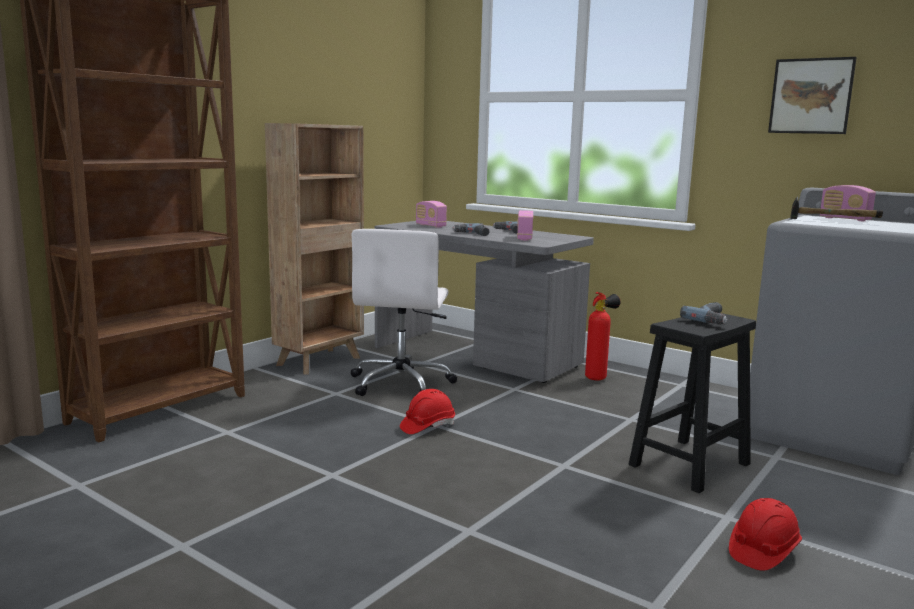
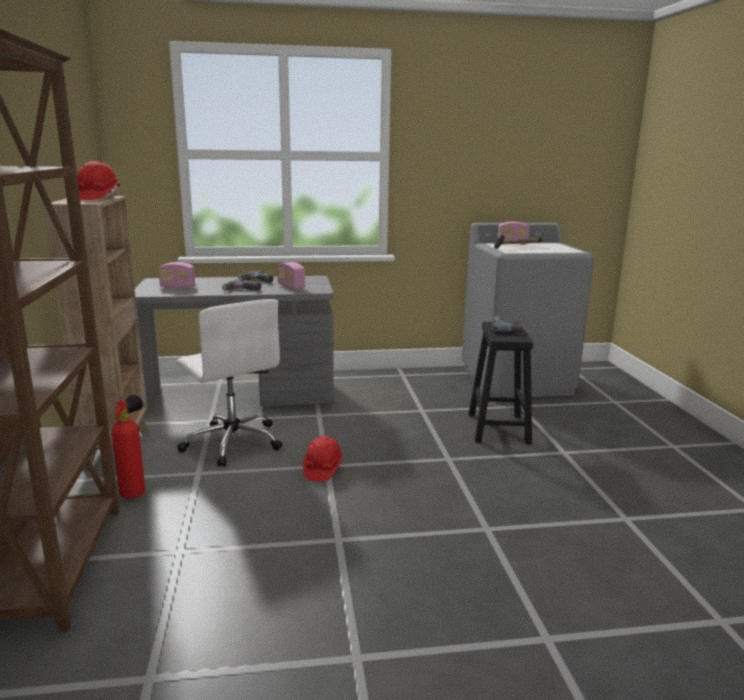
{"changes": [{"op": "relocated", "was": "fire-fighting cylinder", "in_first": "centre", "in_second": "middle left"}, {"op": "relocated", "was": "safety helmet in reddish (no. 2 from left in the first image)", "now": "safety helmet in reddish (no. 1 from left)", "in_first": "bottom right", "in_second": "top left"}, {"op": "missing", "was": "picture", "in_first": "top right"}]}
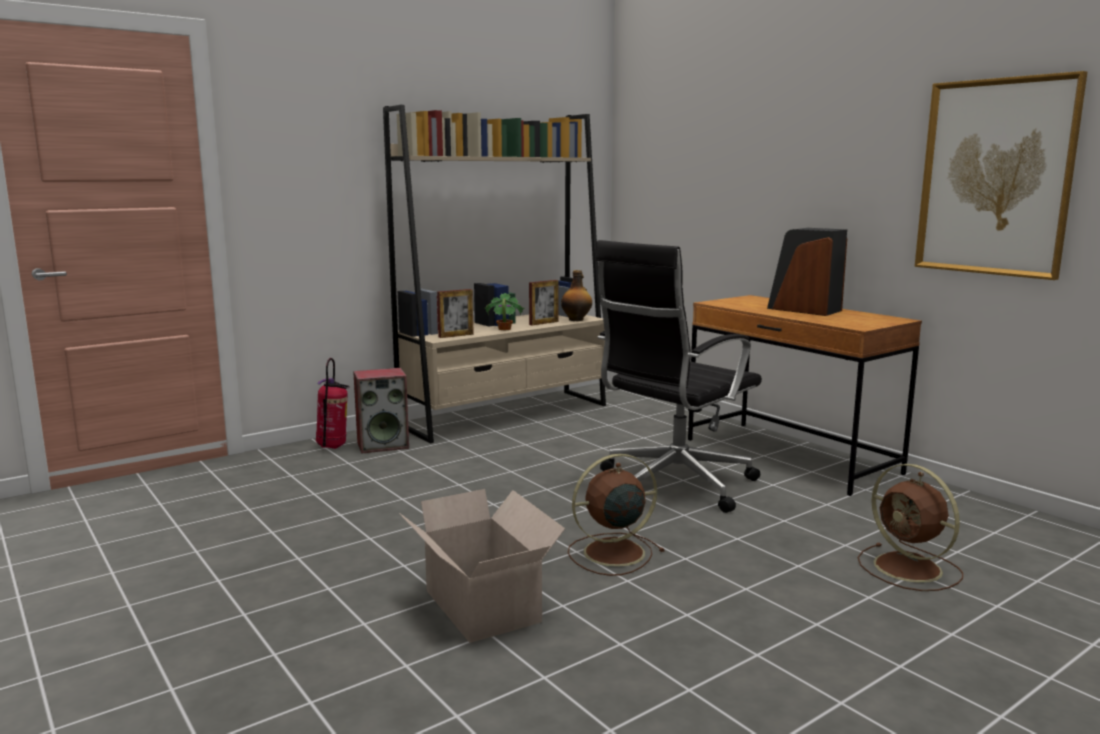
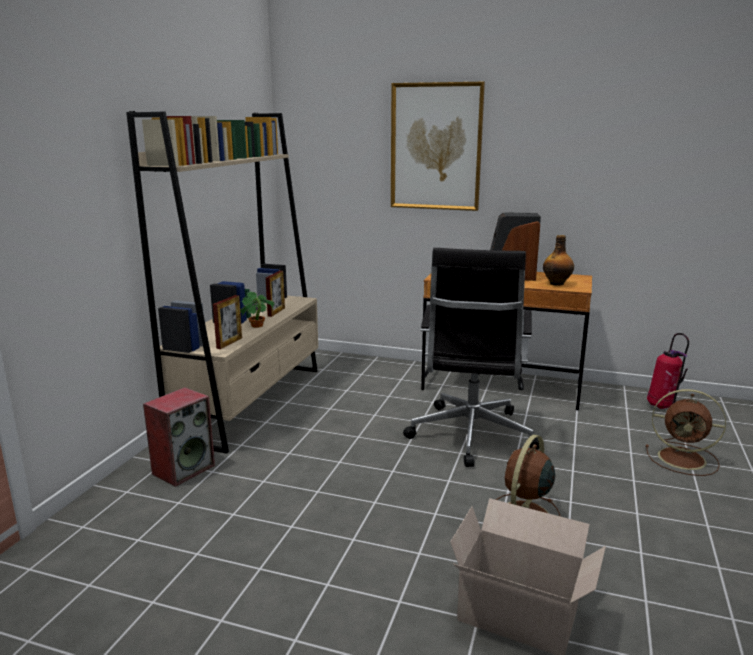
{"changes": [{"op": "relocated", "was": "fire-fighting cylinder", "in_first": "middle left", "in_second": "middle right"}, {"op": "relocated", "was": "bottle", "in_first": "centre", "in_second": "middle right"}, {"op": "relocated", "was": "picture", "in_first": "top right", "in_second": "top centre"}]}
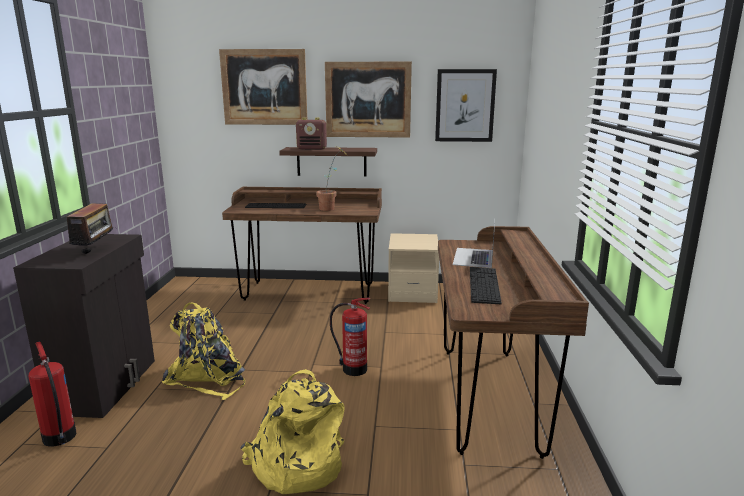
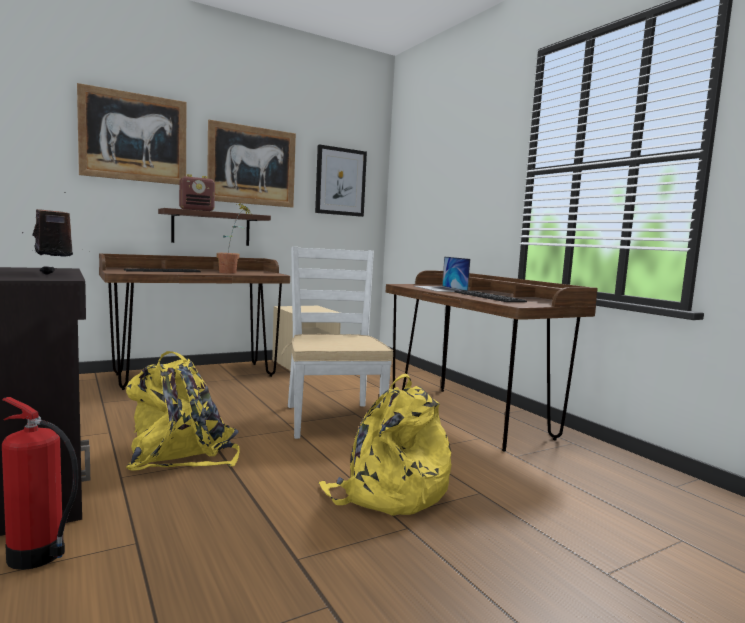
{"changes": [{"op": "exchanged", "was": "fire-fighting cylinder (no. 2 from left)", "now": "chair in white", "in_first": "bottom centre", "in_second": "centre"}]}
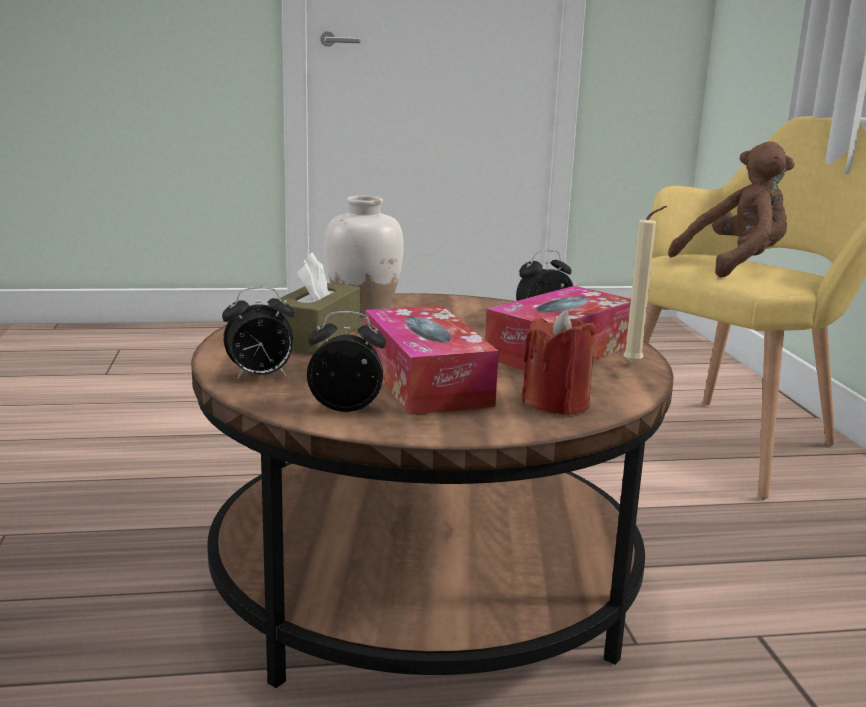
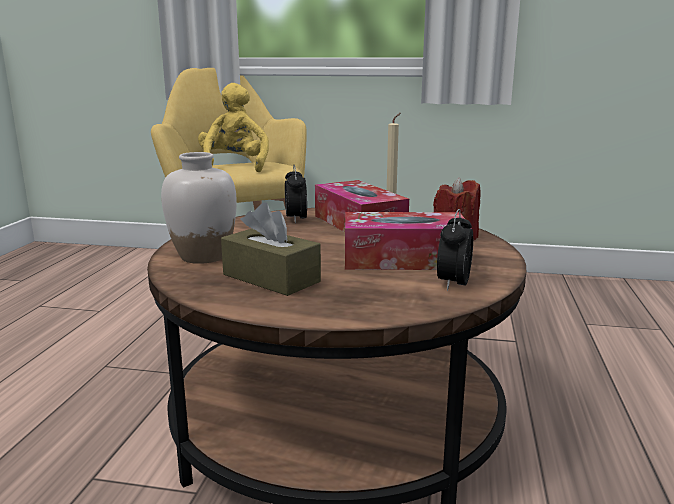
{"changes": [{"op": "missing", "was": "alarm clock (no. 1 from left)", "in_first": "middle left"}, {"op": "colour", "was": "cuddly toy in brownish", "now": "cuddly toy in yellowish", "in_first": "top right", "in_second": "top centre"}]}
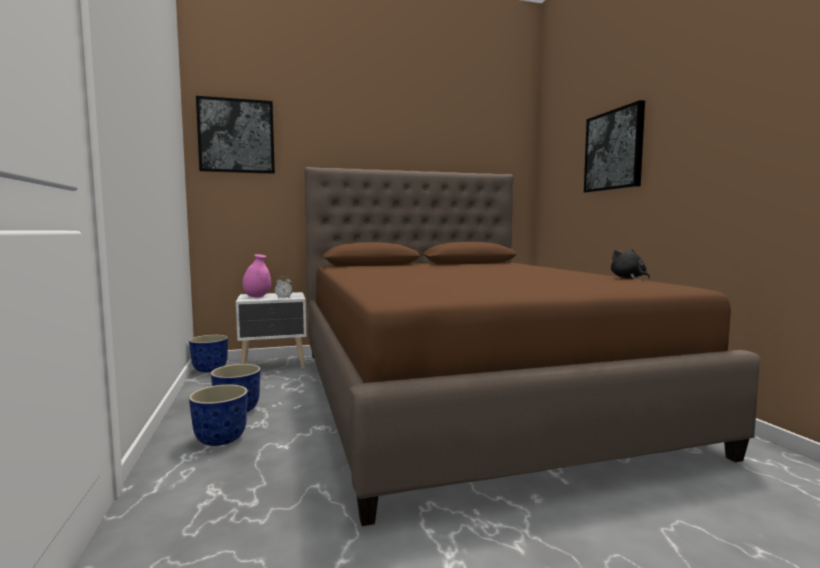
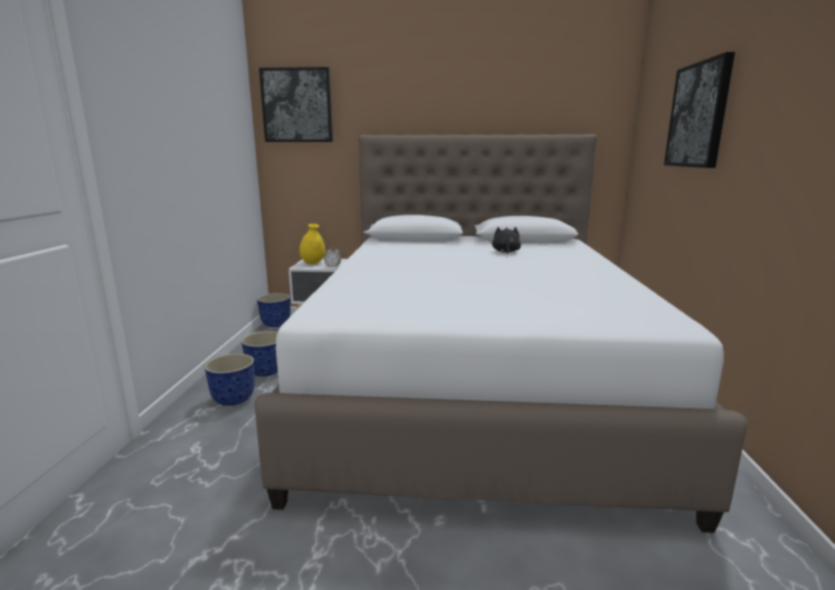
{"changes": [{"op": "colour", "was": "flower vase in pink", "now": "flower vase in yellowish", "in_first": "middle left", "in_second": "centre"}, {"op": "colour", "was": "sleeping bed in brownish", "now": "sleeping bed in white", "in_first": "centre", "in_second": "centre"}, {"op": "relocated", "was": "cuddly toy in blackish", "in_first": "middle right", "in_second": "centre"}]}
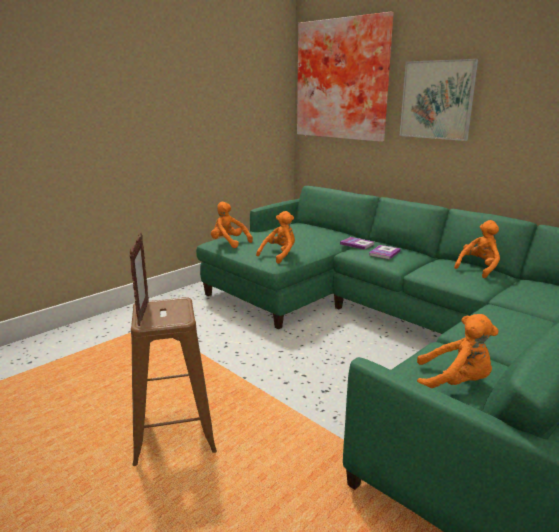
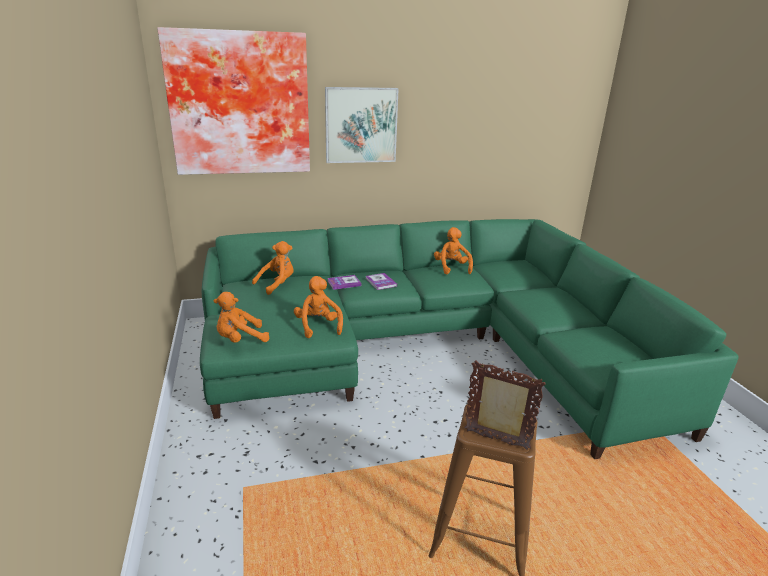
{"changes": [{"op": "relocated", "was": "cuddly toy in orange (no. 3 from left in the first image)", "now": "cuddly toy in orange (no. 2 from left)", "in_first": "middle right", "in_second": "centre"}]}
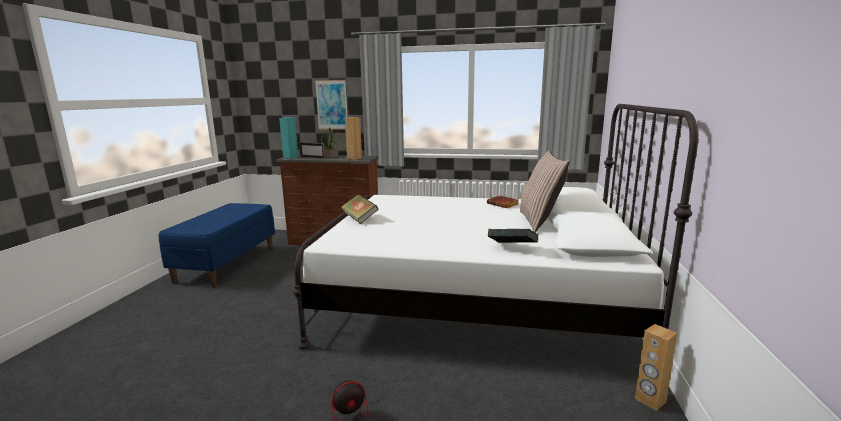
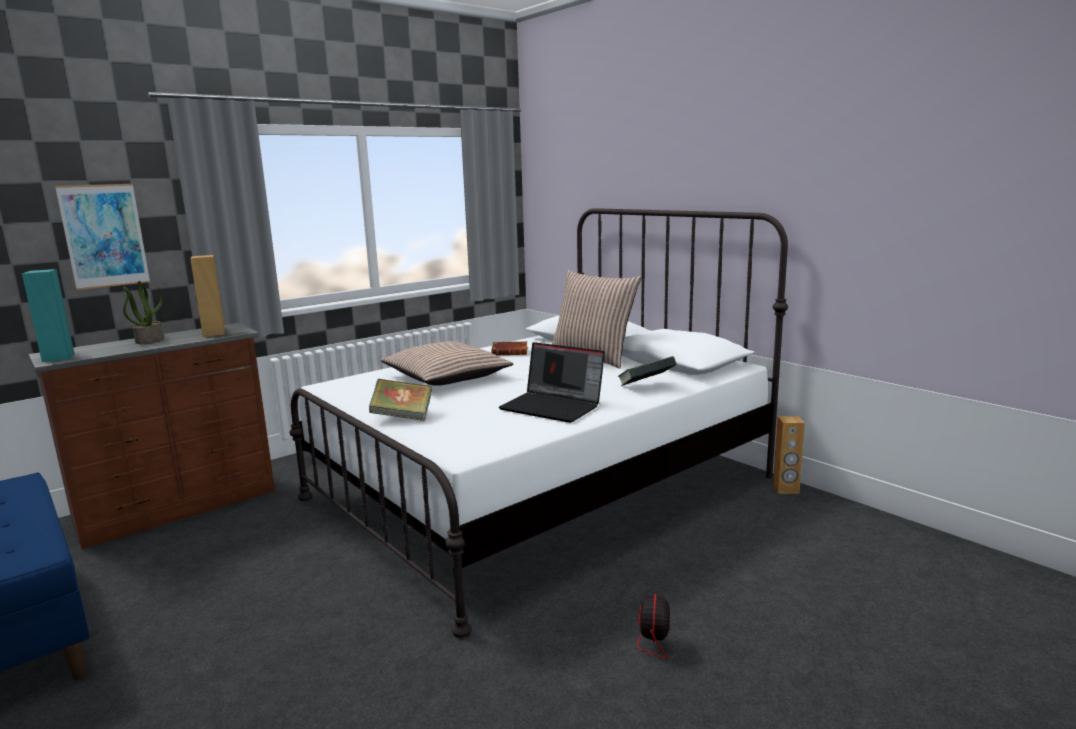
{"changes": [{"op": "missing", "was": "photo frame", "in_first": "centre"}, {"op": "appeared", "now": "pillow (no. 1 from left)", "in_second": "centre"}, {"op": "appeared", "now": "laptop", "in_second": "centre"}]}
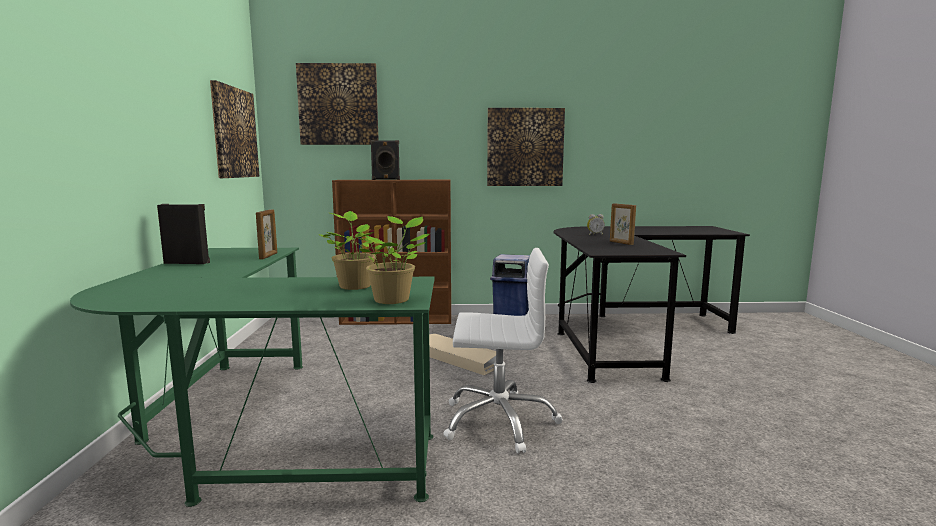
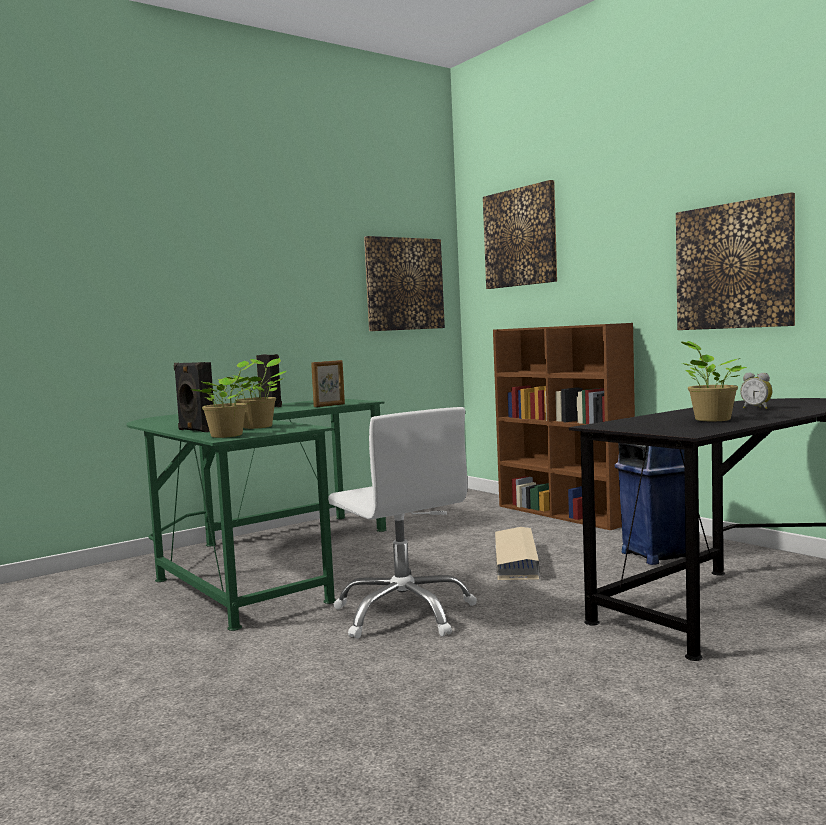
{"changes": [{"op": "relocated", "was": "audio speaker in blackish (no. 2 from left in the first image)", "now": "audio speaker in blackish (no. 1 from left)", "in_first": "top centre", "in_second": "middle left"}, {"op": "exchanged", "was": "photo frame (no. 2 from left)", "now": "potted plant (no. 3 from left)", "in_first": "centre", "in_second": "middle right"}]}
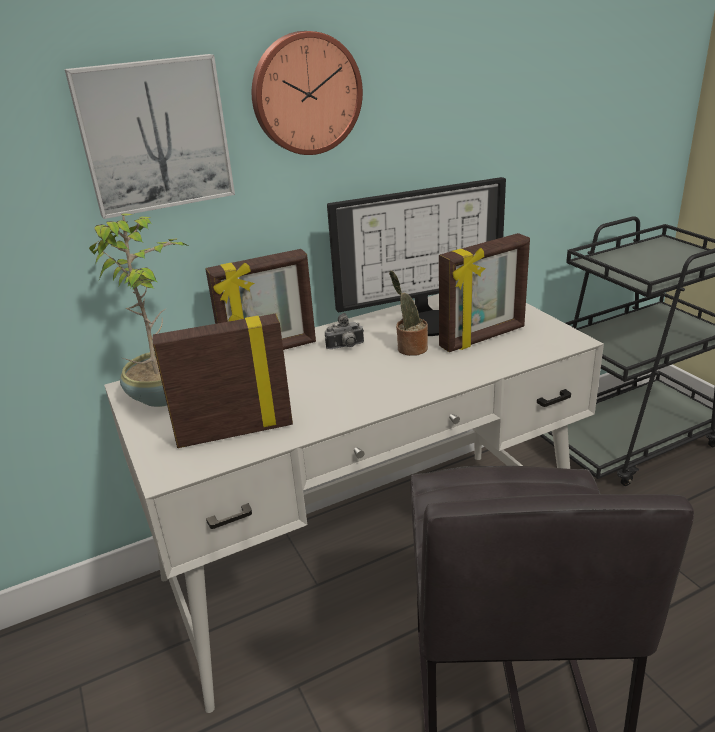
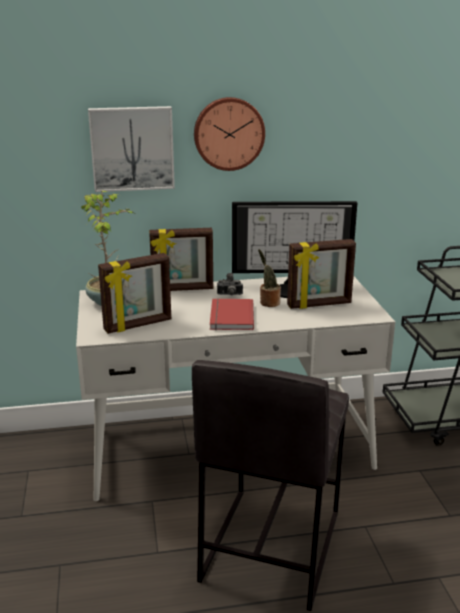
{"changes": [{"op": "spun", "was": "photo frame (no. 1 from left)", "in_first": "middle left", "in_second": "middle left", "clockwise": 150}, {"op": "appeared", "now": "volume in reddish", "in_second": "centre"}]}
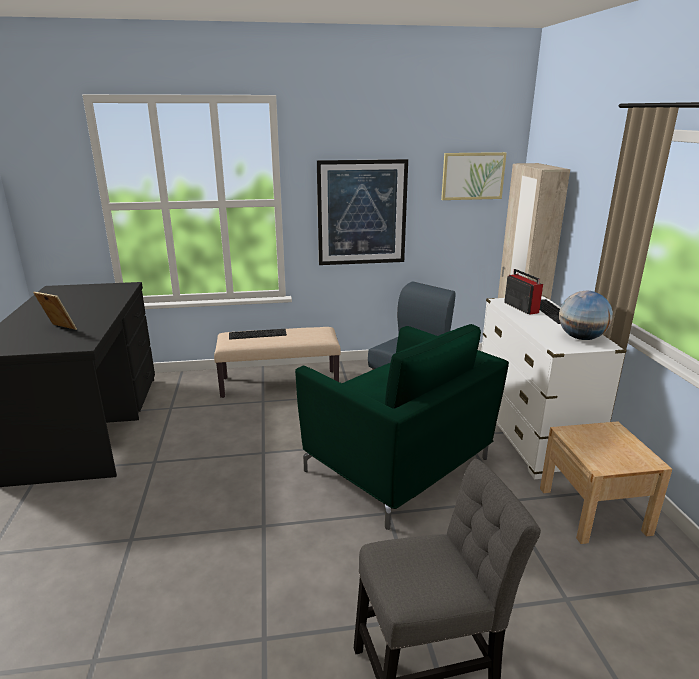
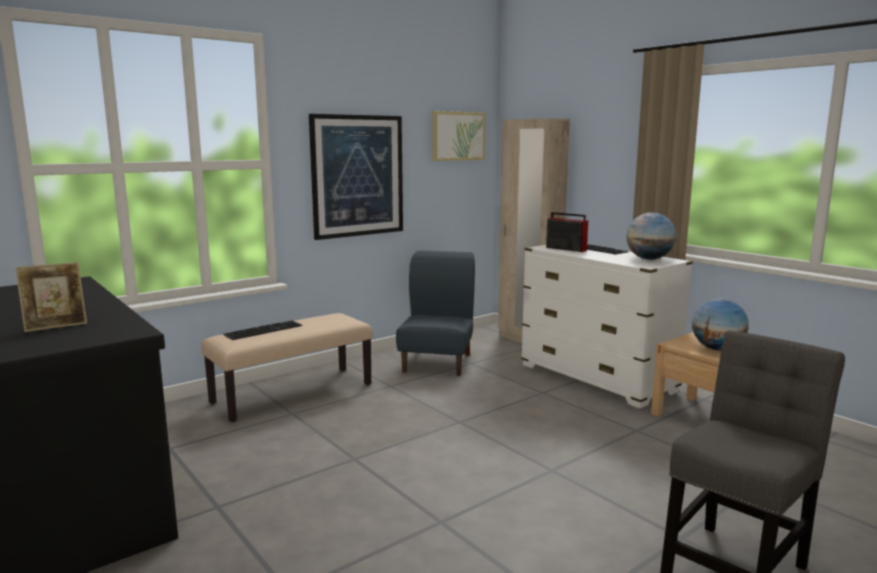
{"changes": [{"op": "spun", "was": "photo frame", "in_first": "middle left", "in_second": "middle left", "clockwise": 150}, {"op": "missing", "was": "armchair in green", "in_first": "centre"}, {"op": "appeared", "now": "desk globe (no. 2 from left)", "in_second": "middle right"}]}
